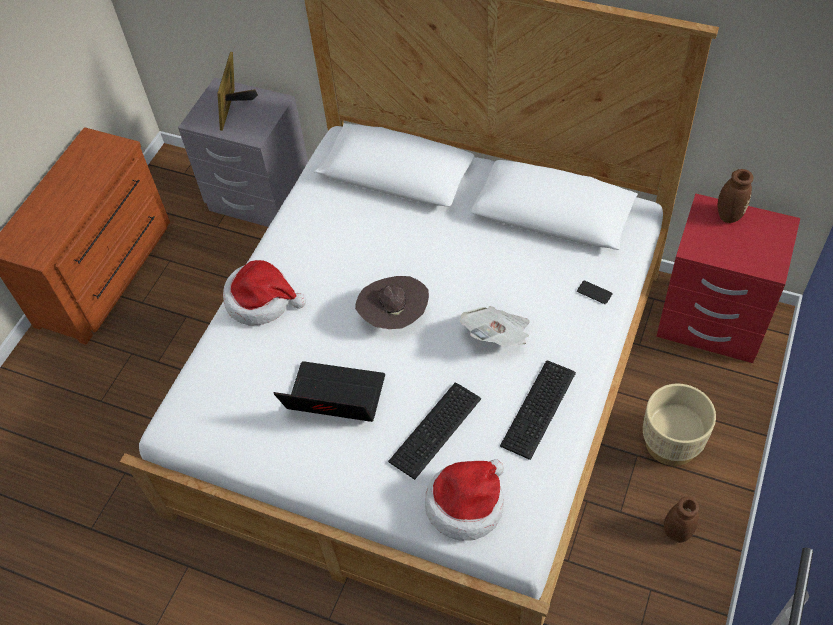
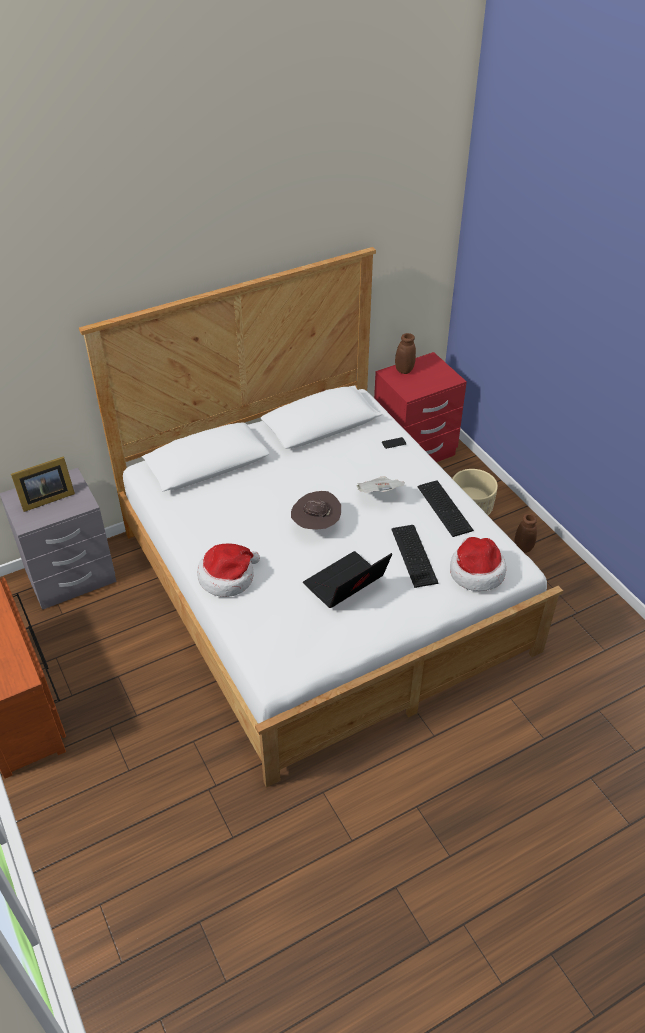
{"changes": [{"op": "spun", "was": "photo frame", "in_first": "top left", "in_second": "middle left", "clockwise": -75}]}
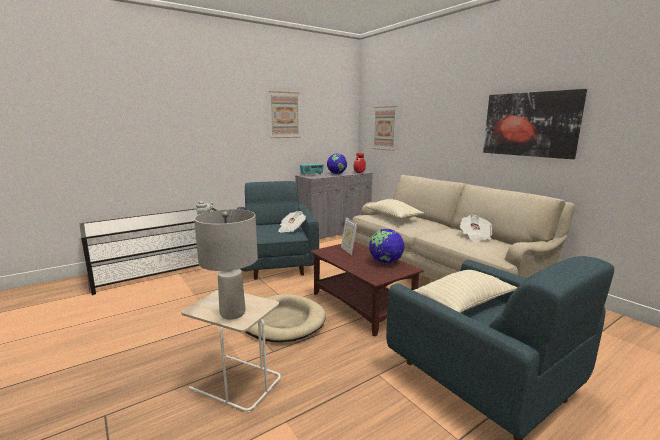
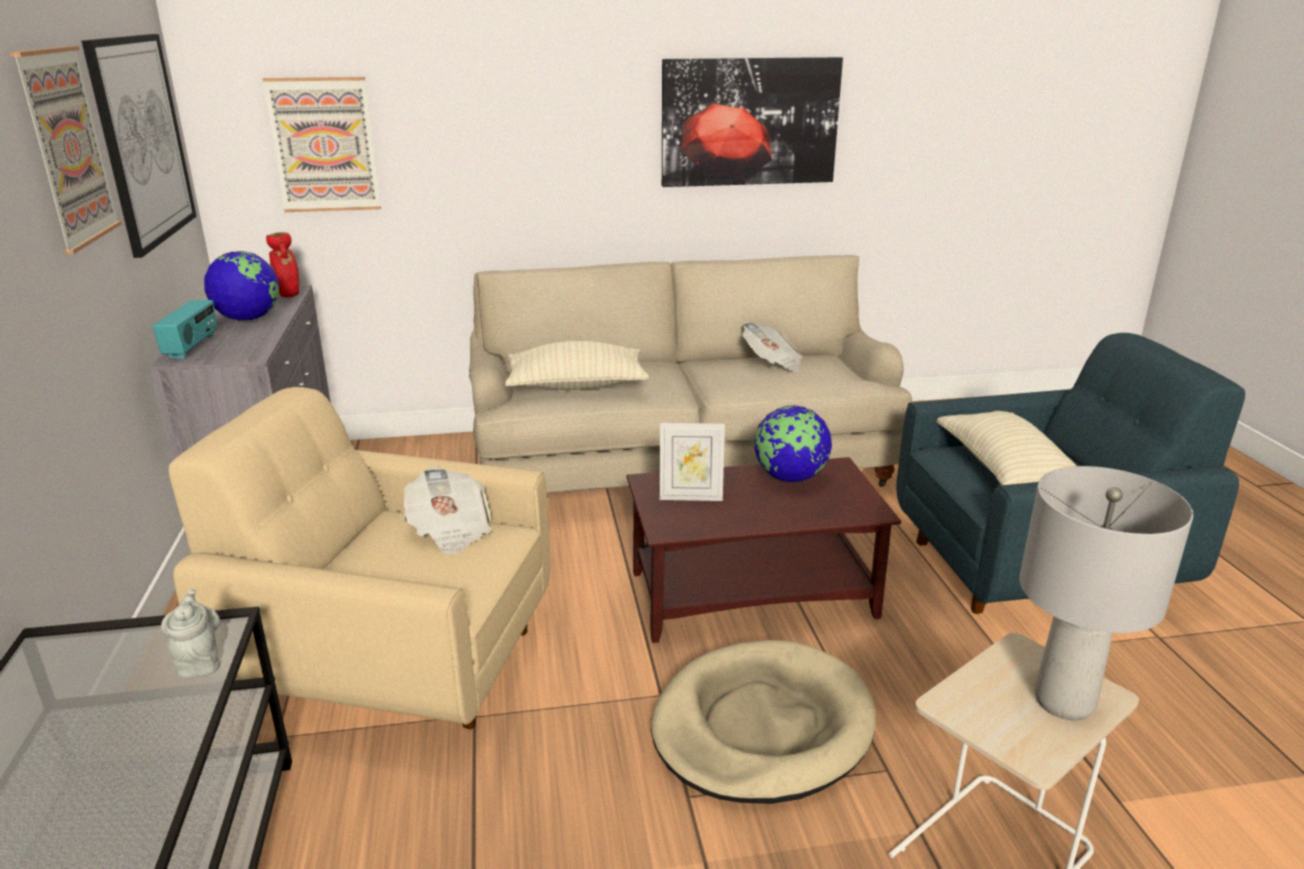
{"changes": [{"op": "colour", "was": "armchair in bluish (no. 1 from left)", "now": "armchair in beige", "in_first": "centre", "in_second": "middle left"}, {"op": "appeared", "now": "picture (no. 2 from left)", "in_second": "top left"}]}
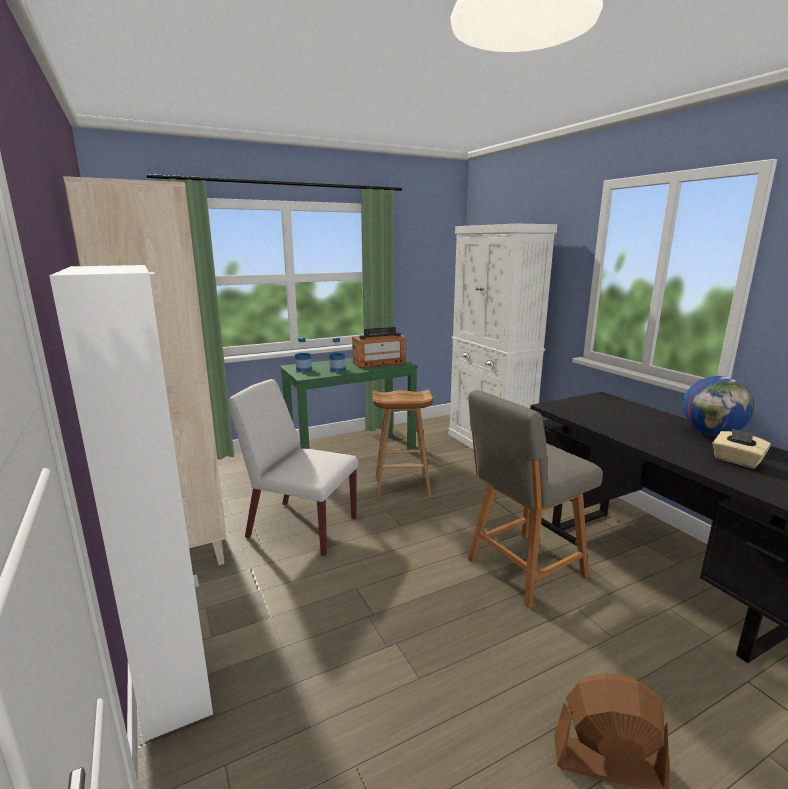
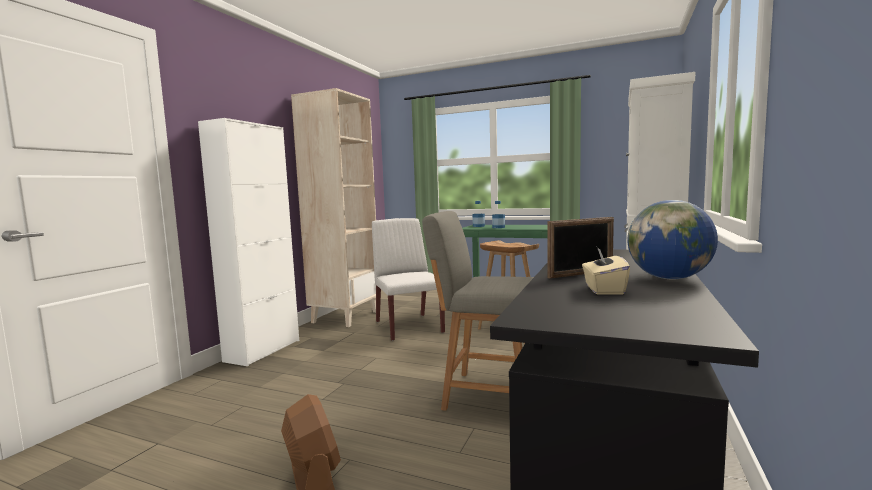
{"changes": [{"op": "missing", "was": "radio set", "in_first": "centre"}, {"op": "appeared", "now": "photo frame", "in_second": "centre"}]}
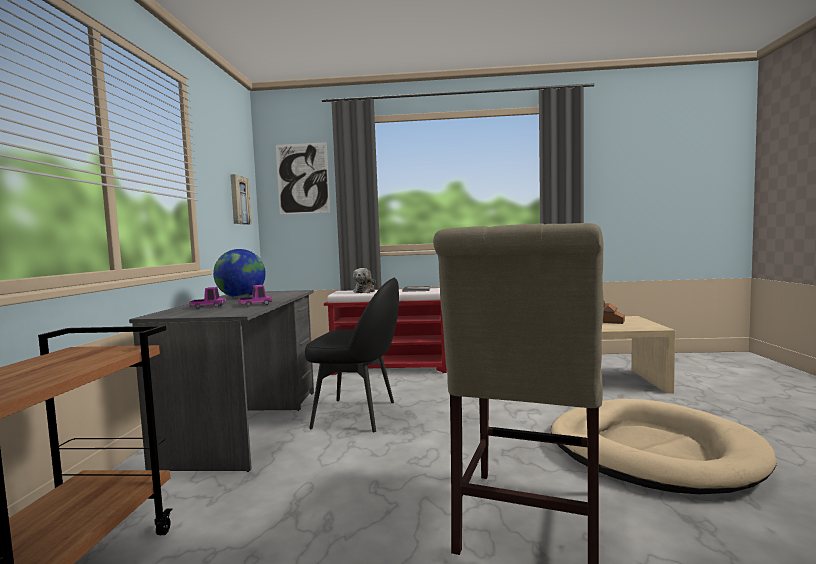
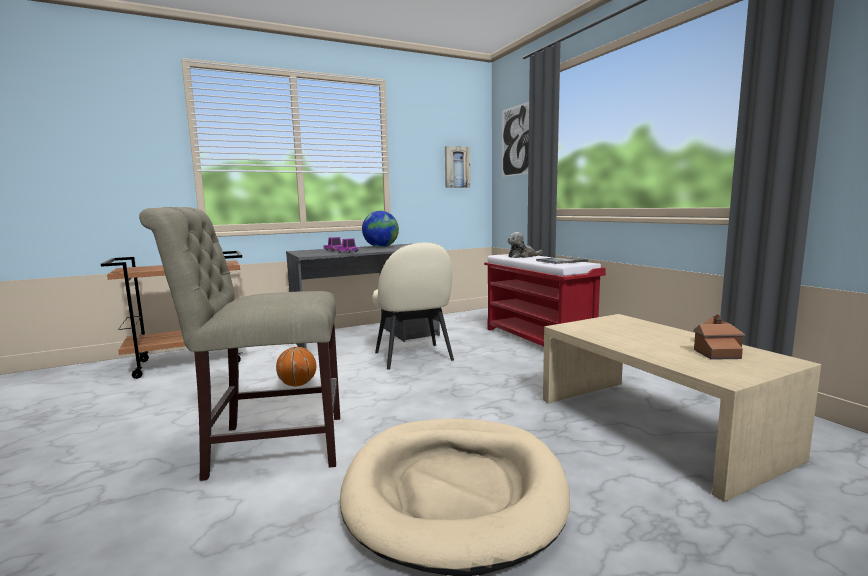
{"changes": [{"op": "colour", "was": "chair in blackish", "now": "chair in beige (no. 2 from left)", "in_first": "centre", "in_second": "centre"}, {"op": "appeared", "now": "basketball ball", "in_second": "centre"}]}
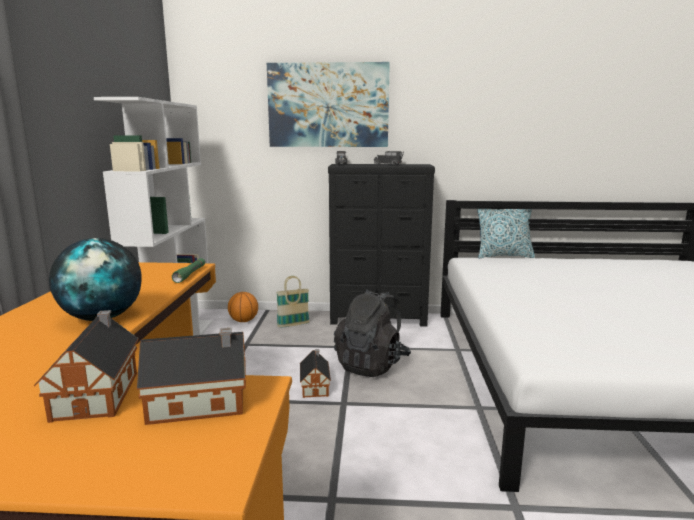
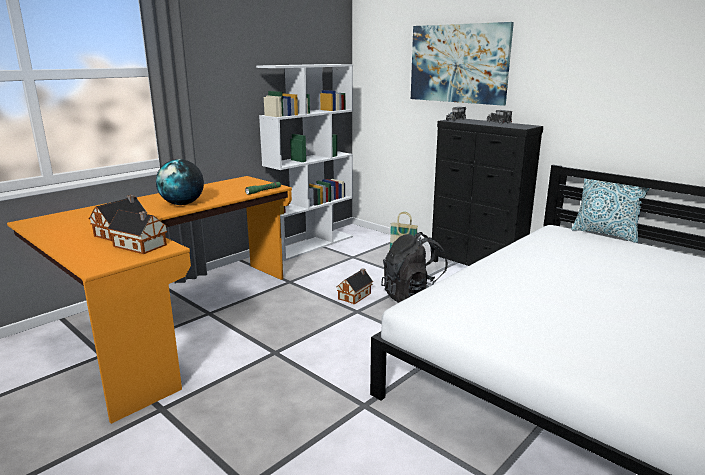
{"changes": [{"op": "missing", "was": "basketball ball", "in_first": "centre"}]}
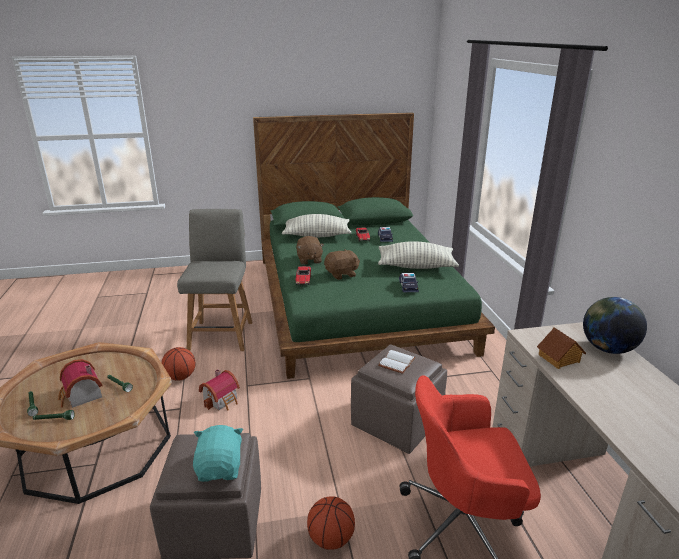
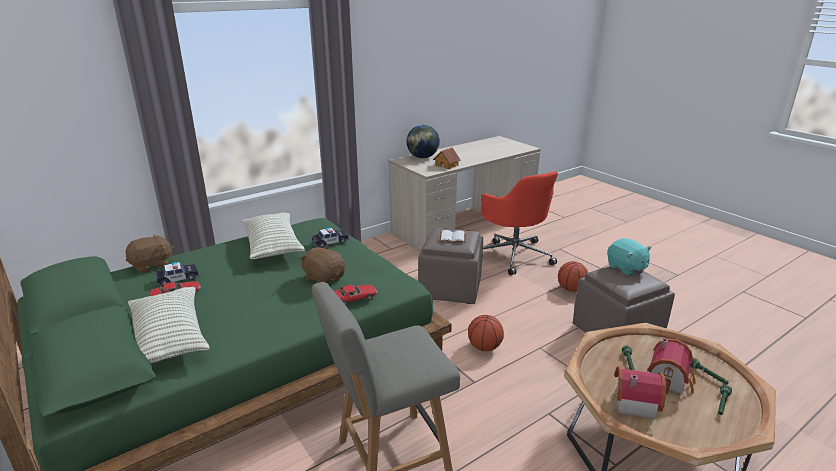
{"changes": [{"op": "relocated", "was": "basketball ball (no. 1 from left)", "in_first": "middle left", "in_second": "bottom centre"}, {"op": "spun", "was": "cuddly toy in turquoise", "in_first": "bottom left", "in_second": "middle right", "clockwise": -90}, {"op": "relocated", "was": "miniature house (no. 2 from left)", "in_first": "bottom left", "in_second": "bottom right"}, {"op": "relocated", "was": "cuddly toy in brownish (no. 1 from left)", "in_first": "centre", "in_second": "middle left"}]}
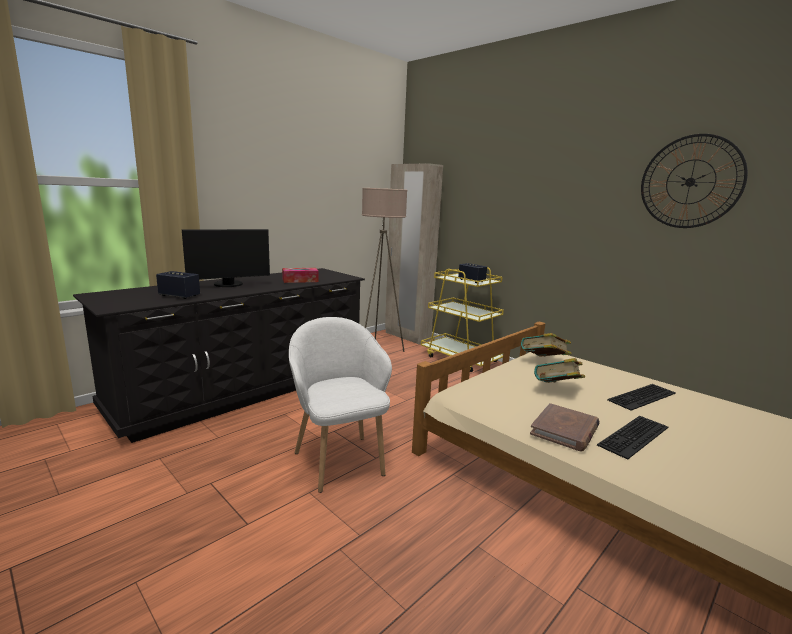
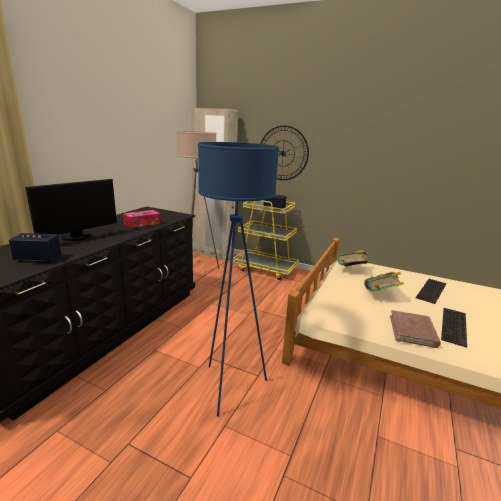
{"changes": [{"op": "exchanged", "was": "armchair in white", "now": "standing lamp in bluish", "in_first": "centre", "in_second": "centre"}, {"op": "relocated", "was": "wall clock", "in_first": "top right", "in_second": "top centre"}]}
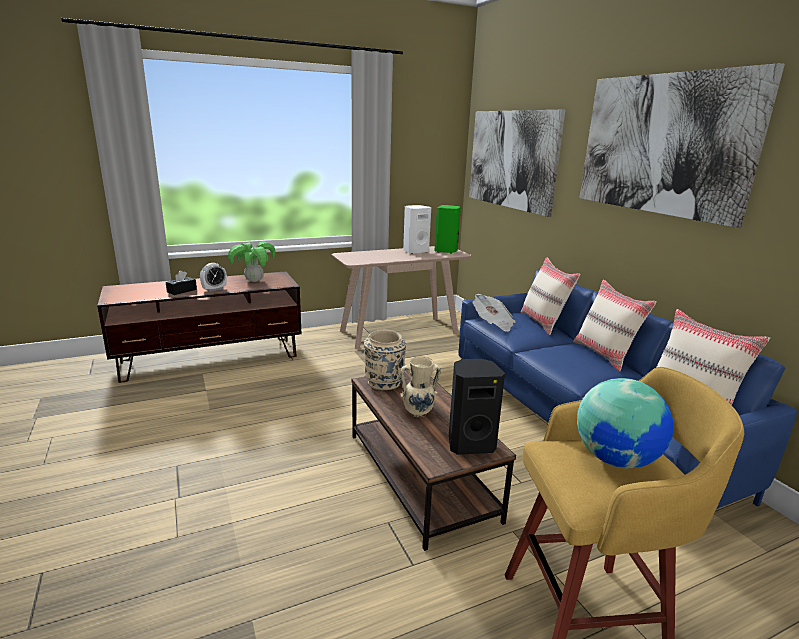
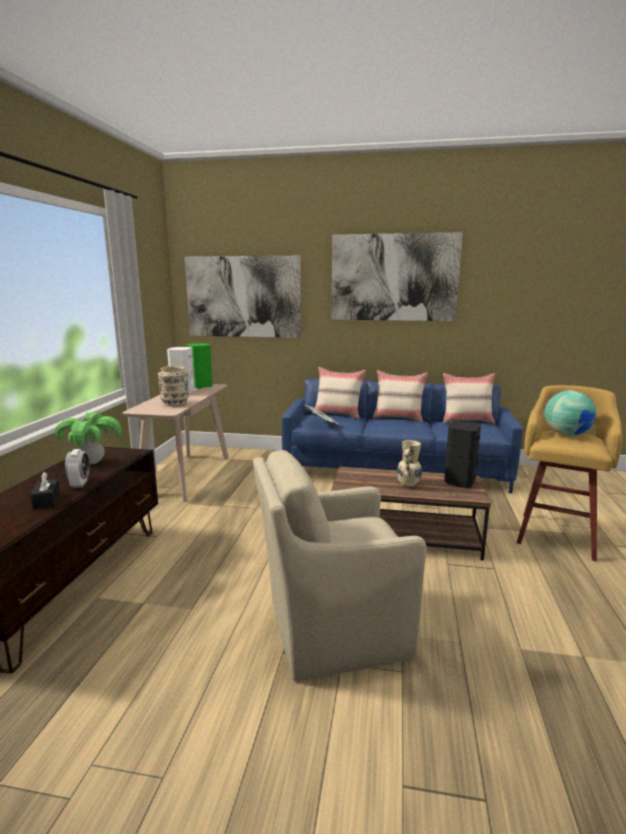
{"changes": [{"op": "relocated", "was": "flower vase in beige (no. 1 from left)", "in_first": "centre", "in_second": "middle left"}, {"op": "appeared", "now": "armchair in beige", "in_second": "bottom centre"}]}
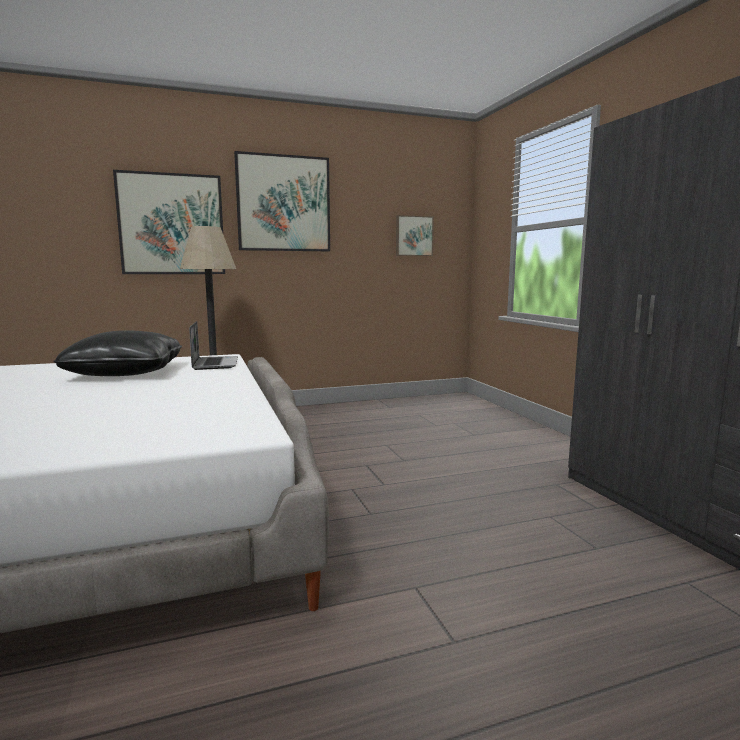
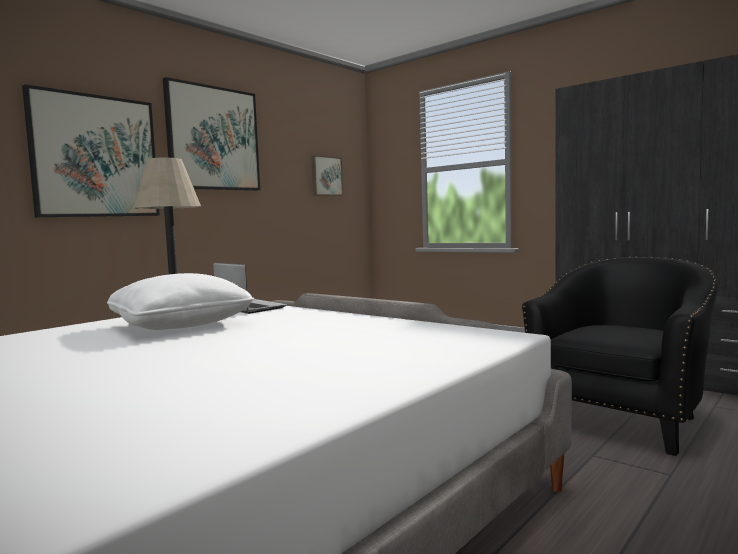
{"changes": [{"op": "colour", "was": "pillow in blackish", "now": "pillow in white", "in_first": "middle left", "in_second": "middle left"}, {"op": "appeared", "now": "armchair in blackish", "in_second": "middle right"}]}
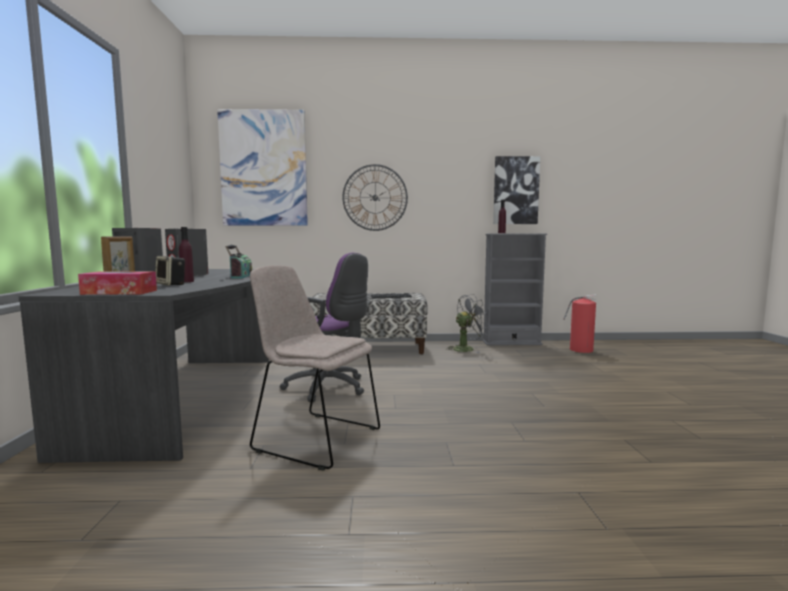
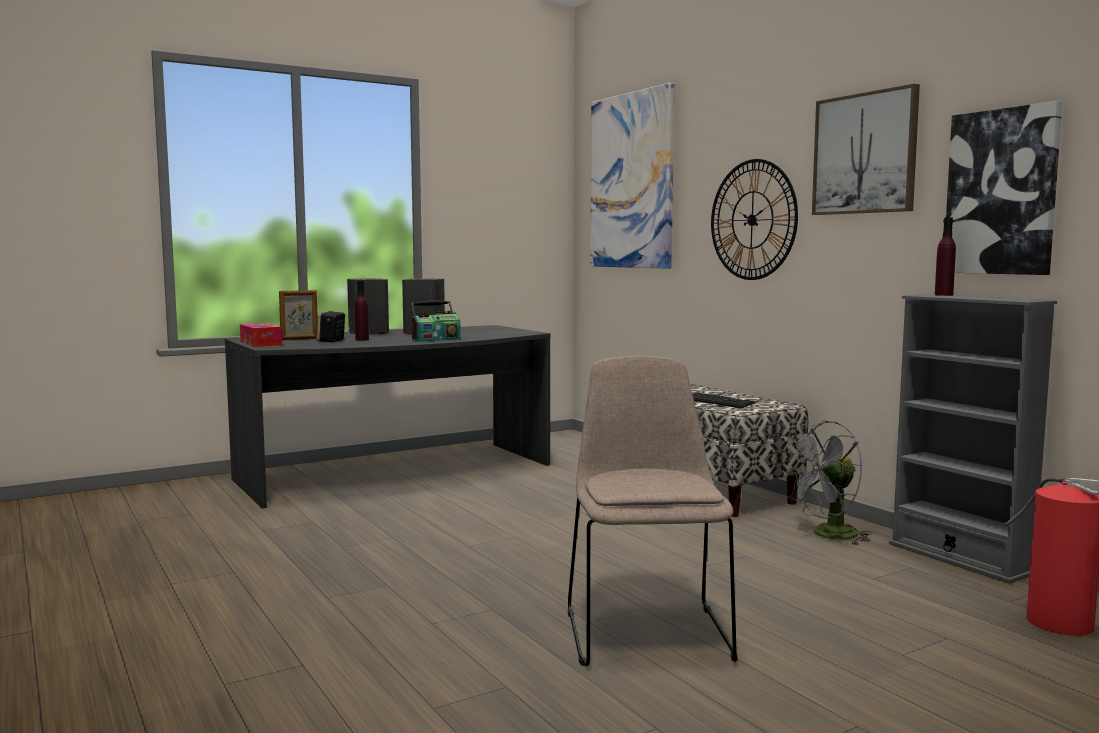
{"changes": [{"op": "relocated", "was": "chair in beige", "in_first": "centre", "in_second": "bottom centre"}, {"op": "missing", "was": "office chair in purple-coloured", "in_first": "centre"}, {"op": "spun", "was": "electric fan in gray", "in_first": "centre", "in_second": "middle right", "clockwise": 120}, {"op": "appeared", "now": "picture (no. 2 from left)", "in_second": "top right"}]}
